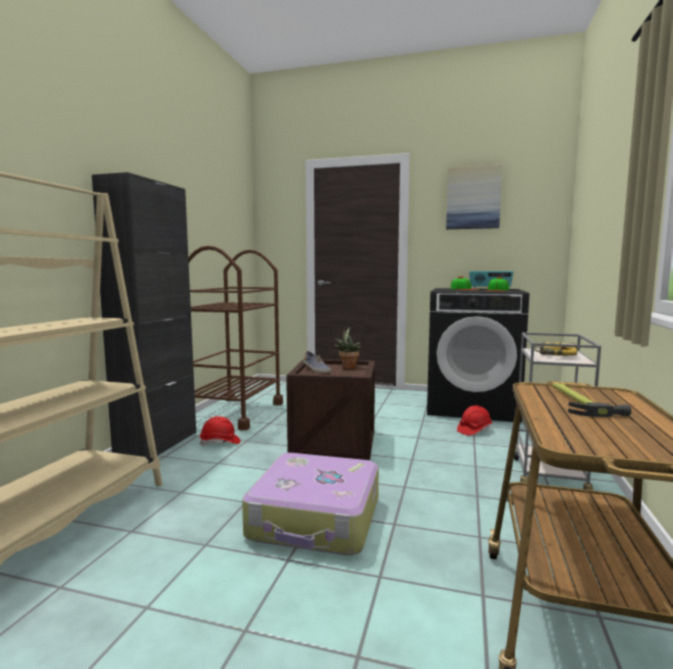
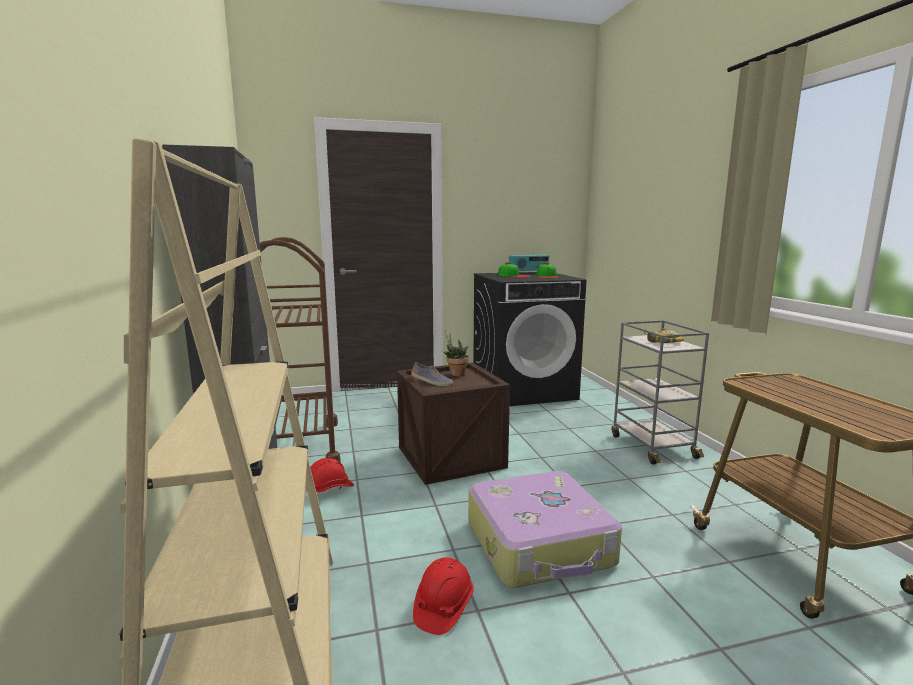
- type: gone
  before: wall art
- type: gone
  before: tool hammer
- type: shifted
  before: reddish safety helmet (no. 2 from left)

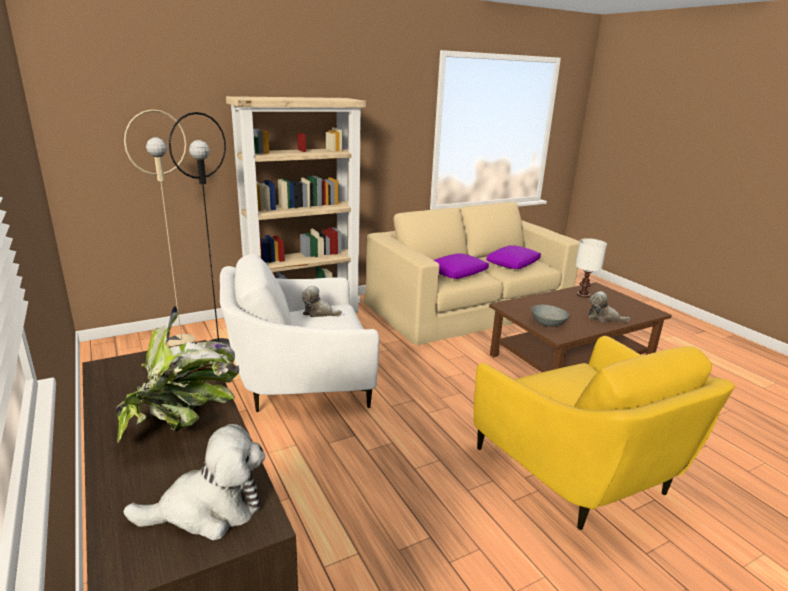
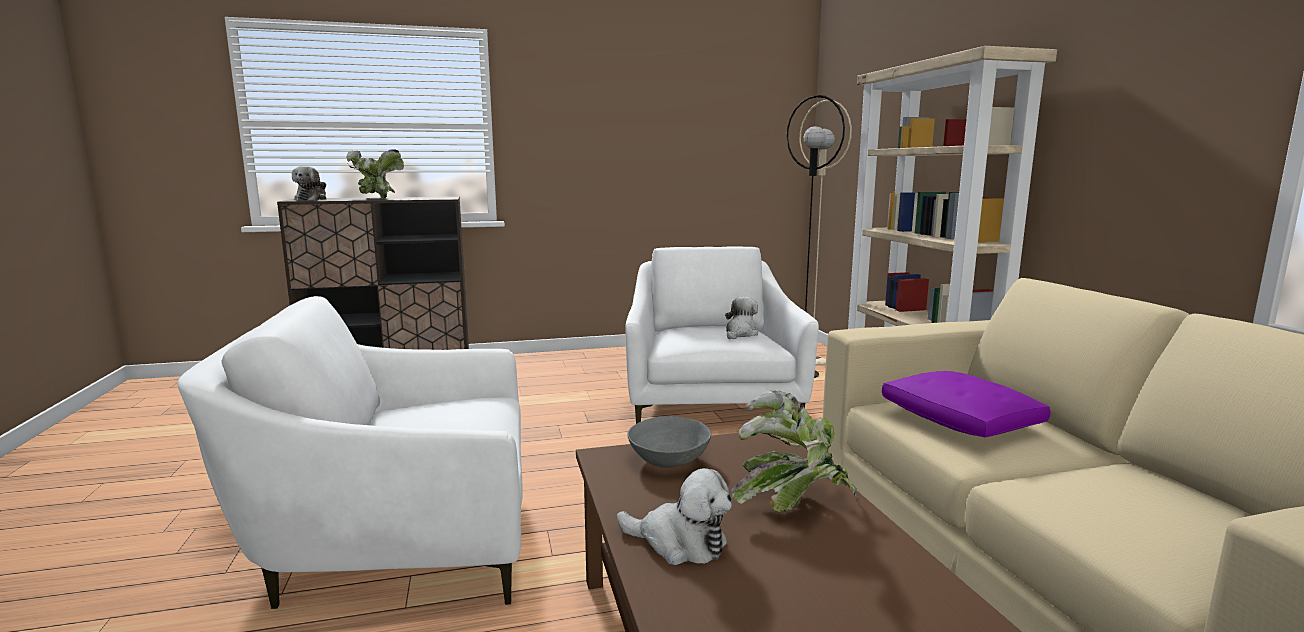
- type: gone
  before: white-coloured lamp for a table
- type: gone
  before: purple-coloured cushion (no. 2 from left)
- type: rotated
  before: soft toy (no. 3 from left in the first image)
  turn: 75
- type: repainted
  before: yellow armchair
  after: white-coloured armchair (no. 1 from left)
- type: new
  after: plant in a pot (no. 2 from left)

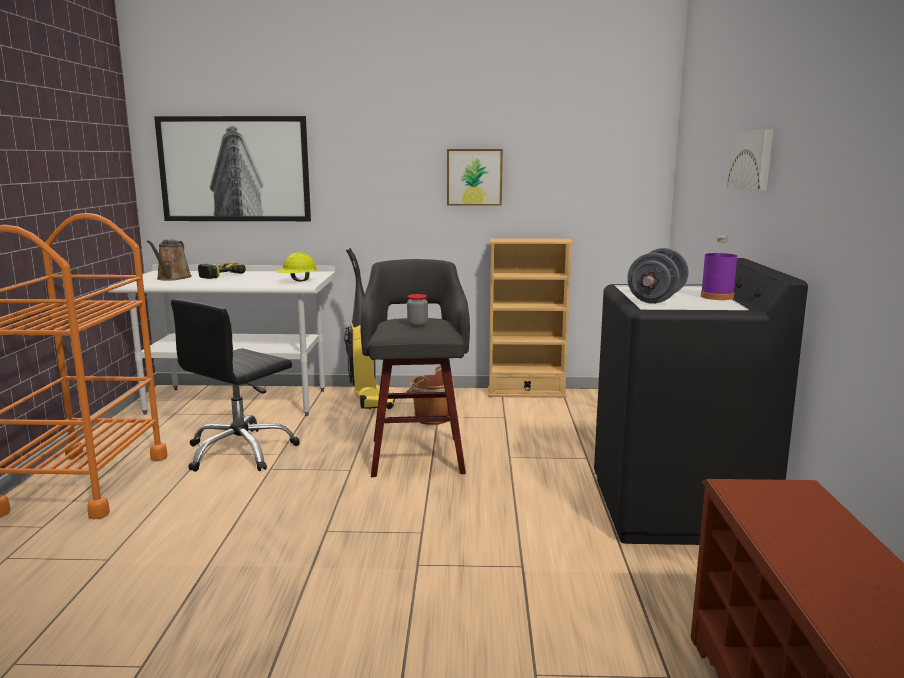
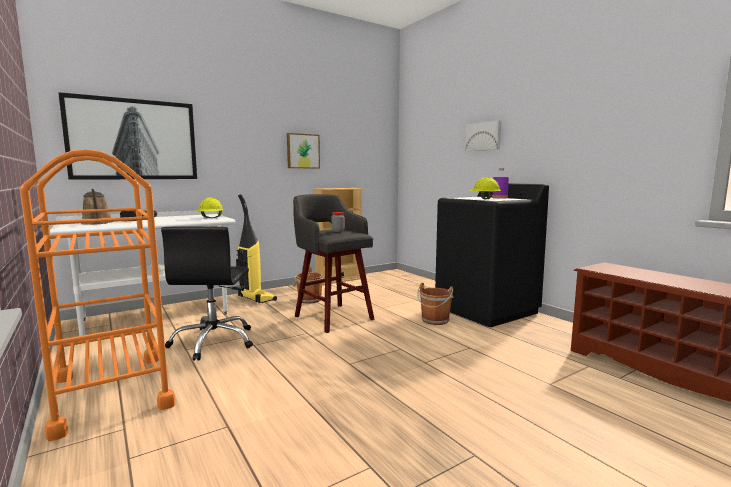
- type: swapped
  before: grey dumbbell
  after: yellow safety helmet (no. 2 from left)
- type: new
  after: brown pail (no. 2 from left)

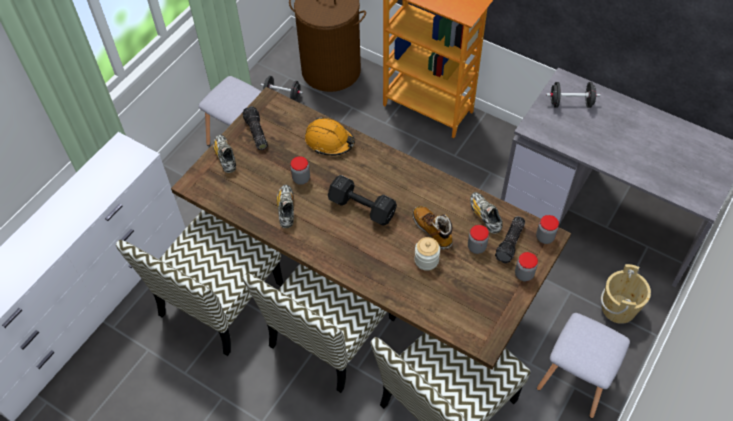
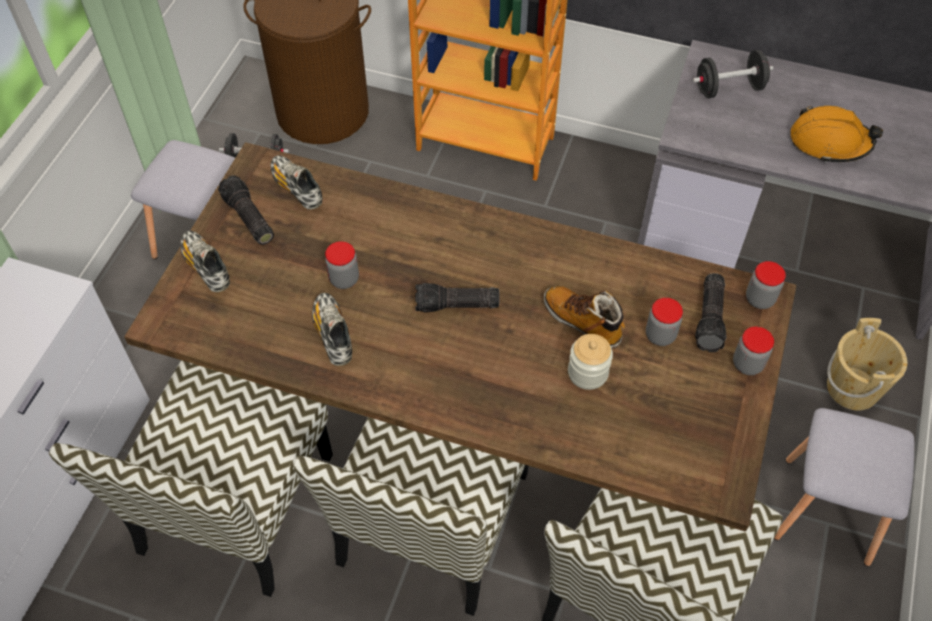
- type: shifted
  before: orangey safety helmet
- type: swapped
  before: black dumbbell (no. 2 from left)
  after: hand torch (no. 2 from left)
- type: shifted
  before: low shoe (no. 3 from left in the first image)
  after: low shoe (no. 2 from left)

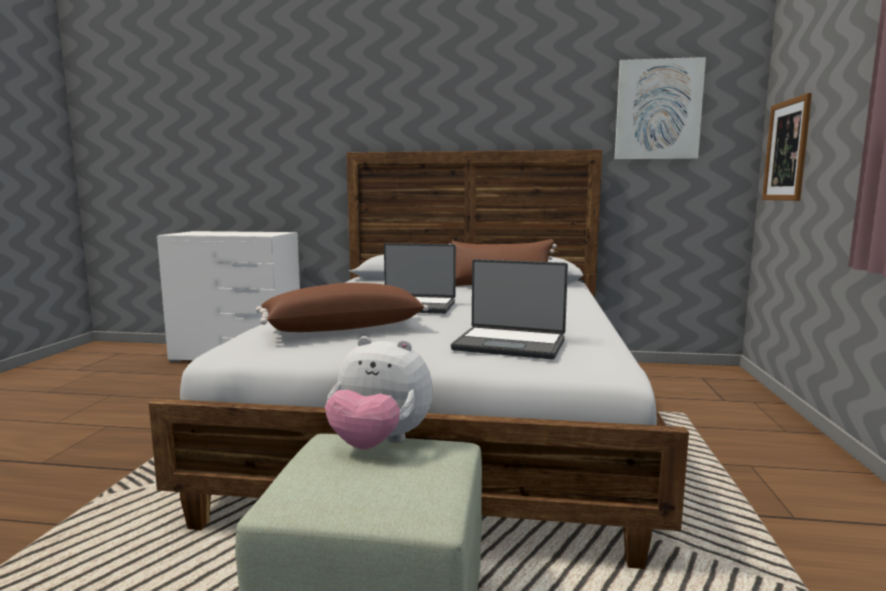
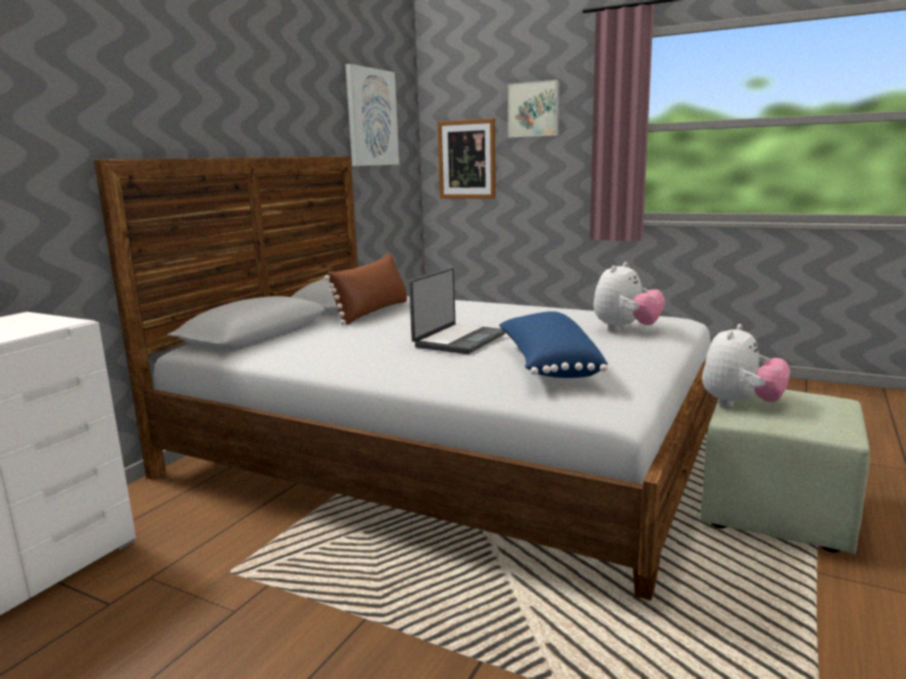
- type: swapped
  before: notebook computer (no. 2 from left)
  after: soft toy (no. 1 from left)
- type: repainted
  before: brown cushion (no. 1 from left)
  after: blue cushion
- type: new
  after: wall art (no. 3 from left)

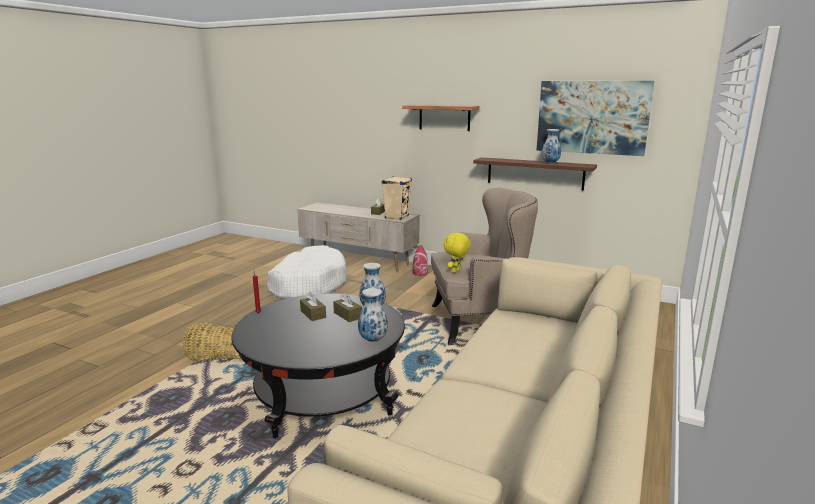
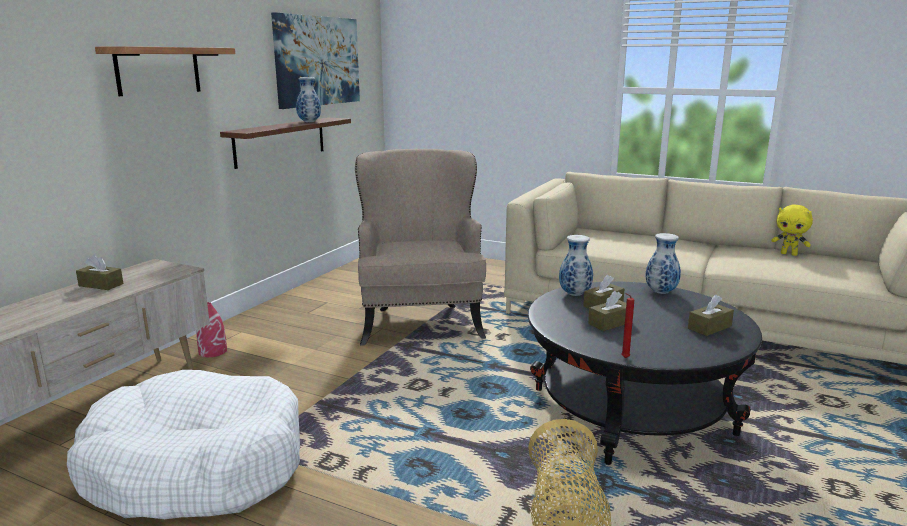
- type: gone
  before: beige-coloured audio speaker
- type: shifted
  before: yellow soft toy
- type: new
  after: brown tissue box (no. 4 from left)

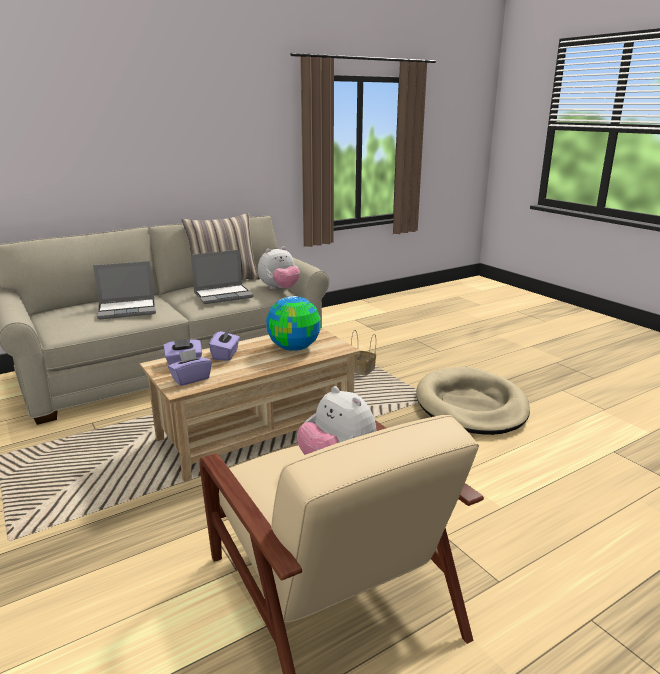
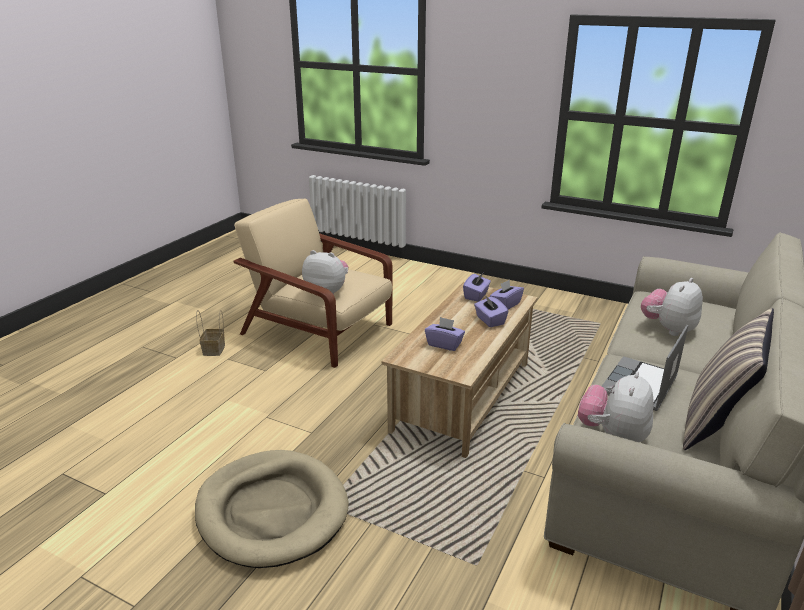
- type: swapped
  before: notebook computer (no. 1 from left)
  after: soft toy (no. 3 from left)
- type: swapped
  before: world globe
  after: purple-coloured tissue box (no. 1 from left)
- type: shifted
  before: household basket

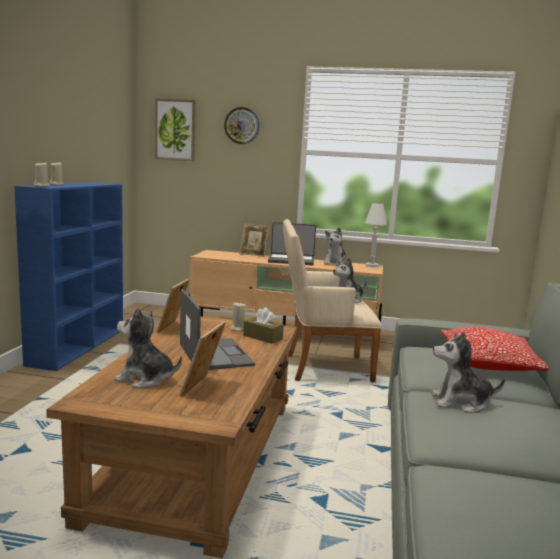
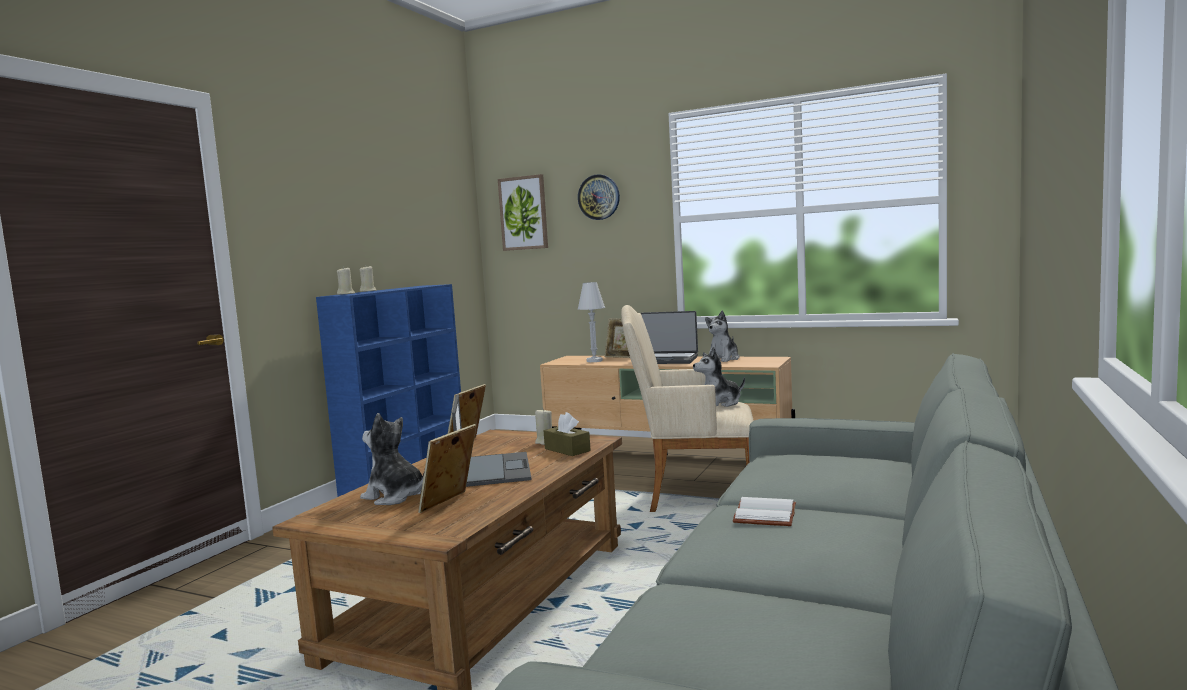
- type: shifted
  before: white-coloured lamp for a table
- type: gone
  before: cushion
- type: swapped
  before: soft toy (no. 4 from left)
  after: white-coloured volume

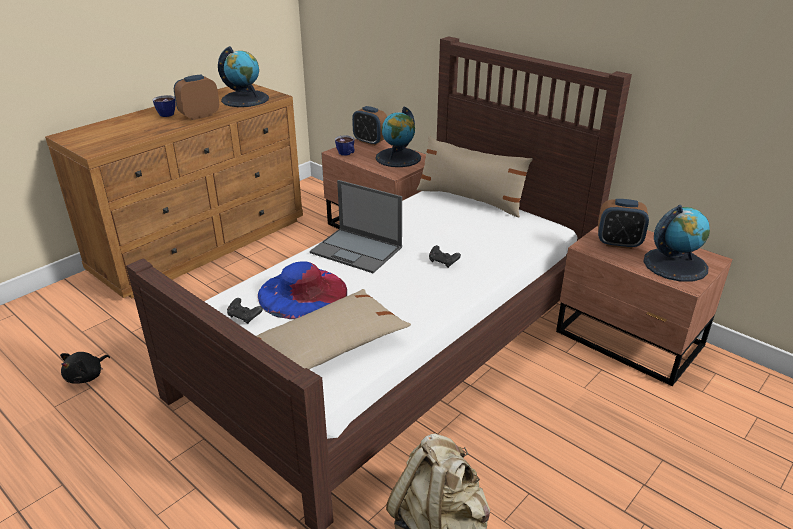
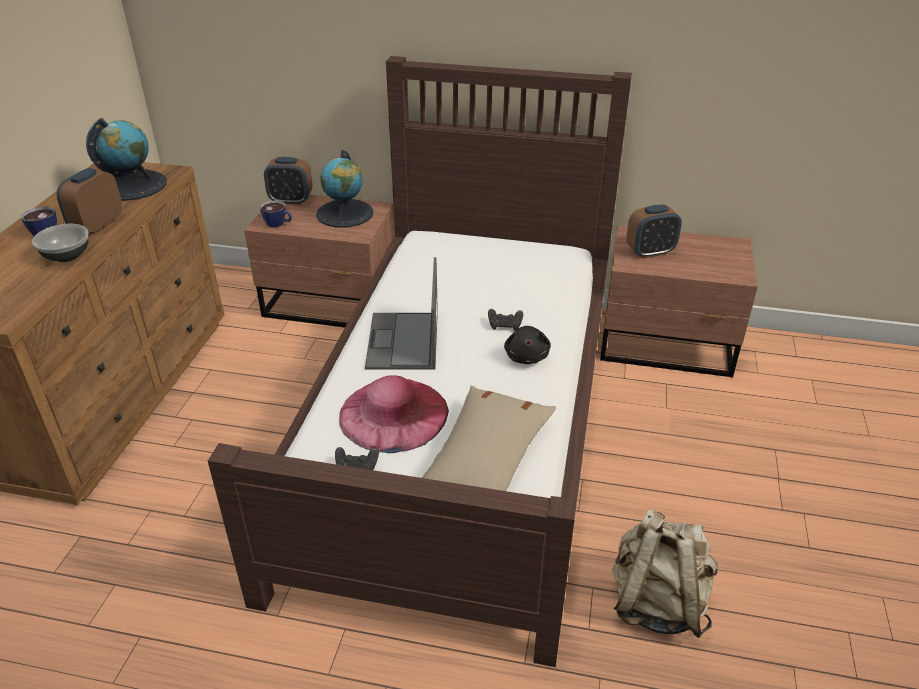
- type: gone
  before: beige-coloured cushion (no. 2 from left)
- type: rotated
  before: notebook computer
  turn: 90
- type: gone
  before: world globe (no. 3 from left)
- type: repainted
  before: blue wearable hat
  after: pink-coloured wearable hat
- type: shifted
  before: black soft toy
- type: new
  after: serving bowl

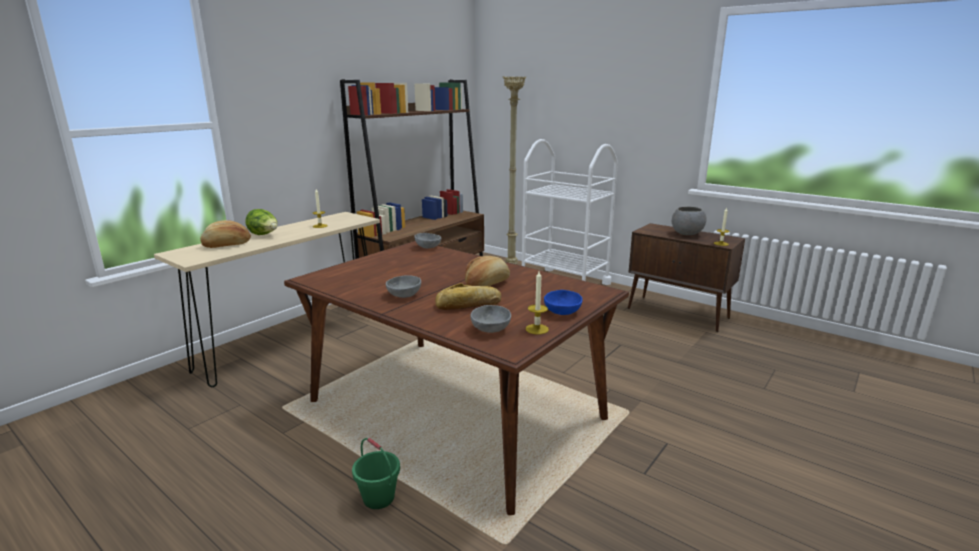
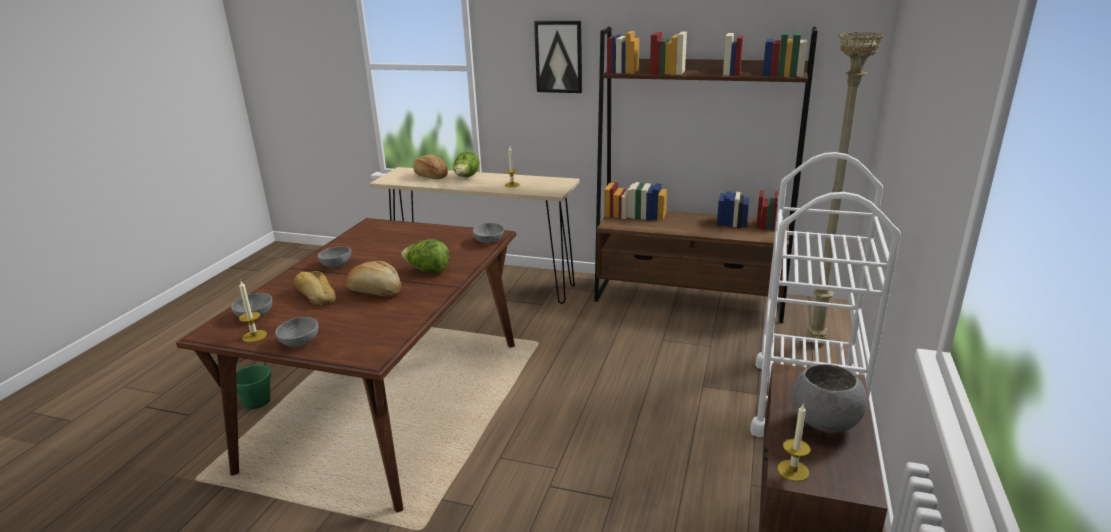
- type: repainted
  before: blue serving bowl
  after: grey serving bowl (no. 2 from left)
- type: new
  after: wall art
- type: new
  after: head of lettuce (no. 1 from left)

